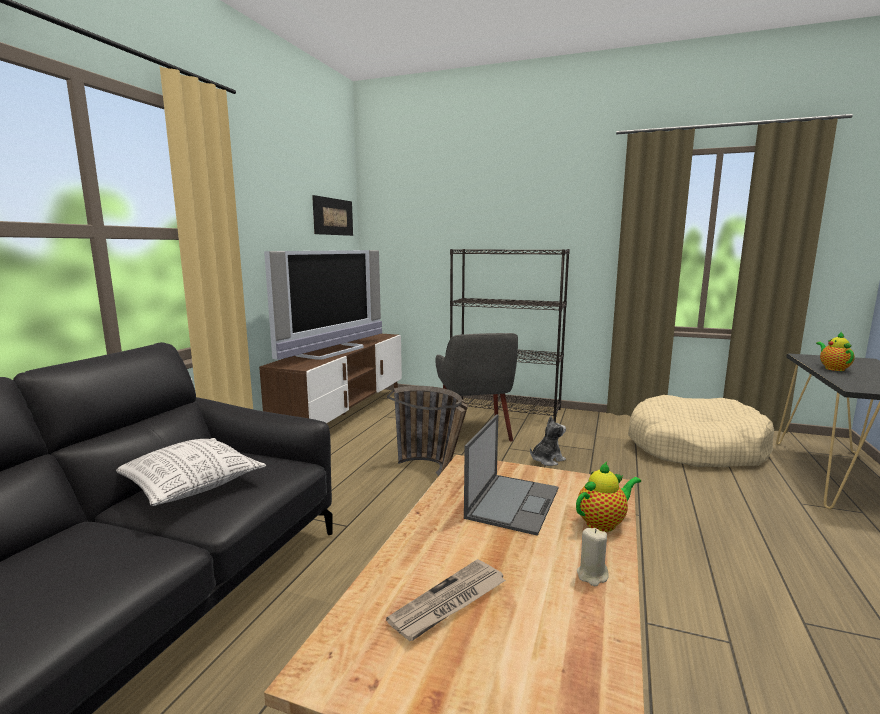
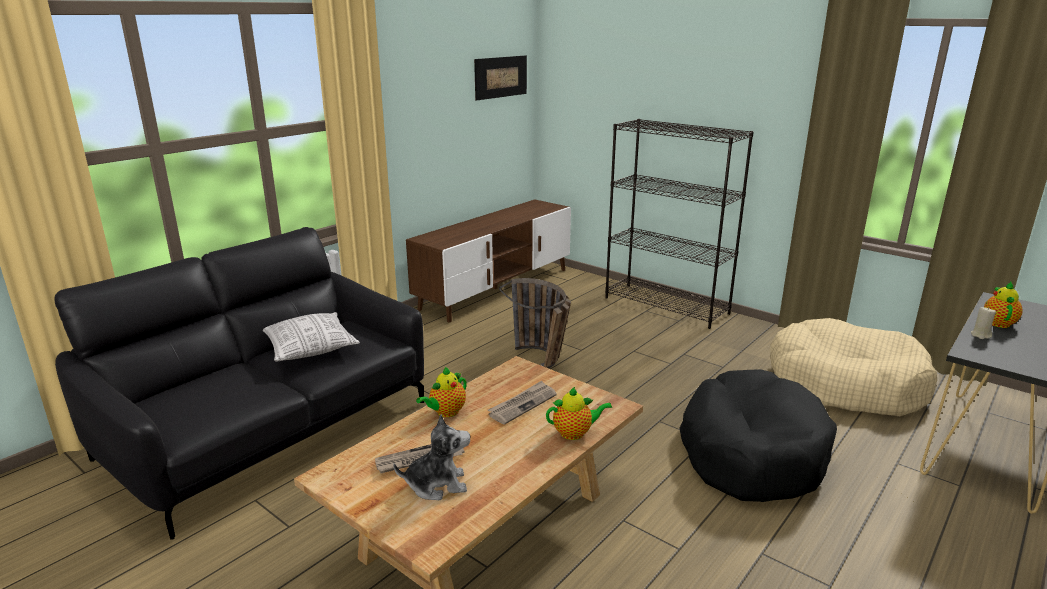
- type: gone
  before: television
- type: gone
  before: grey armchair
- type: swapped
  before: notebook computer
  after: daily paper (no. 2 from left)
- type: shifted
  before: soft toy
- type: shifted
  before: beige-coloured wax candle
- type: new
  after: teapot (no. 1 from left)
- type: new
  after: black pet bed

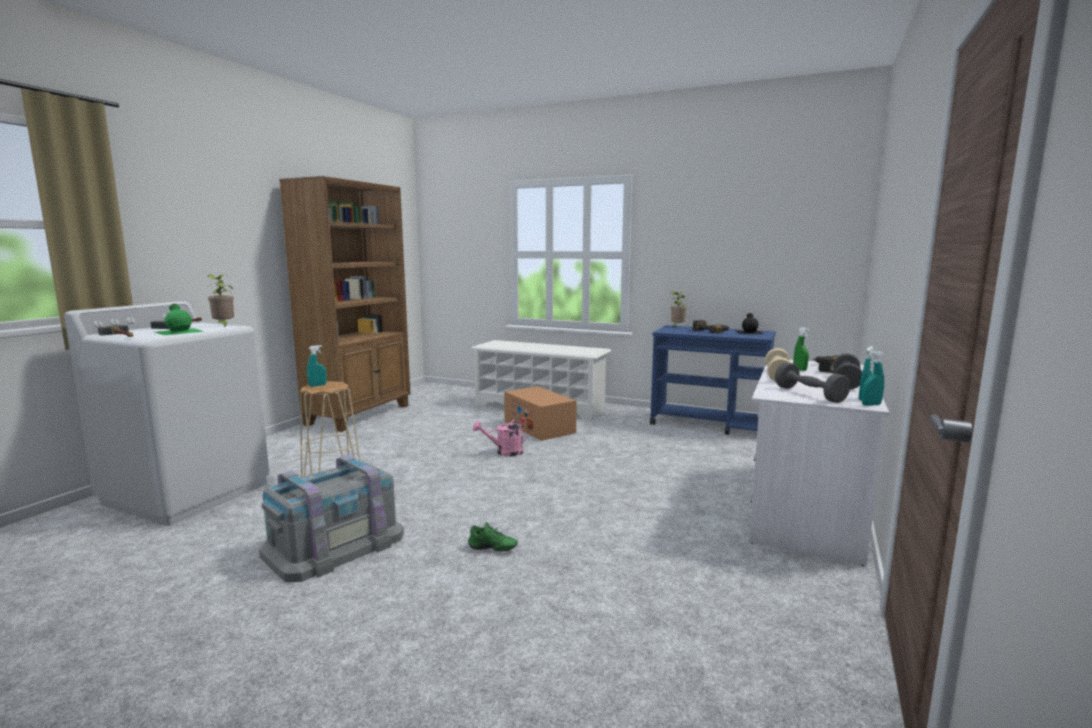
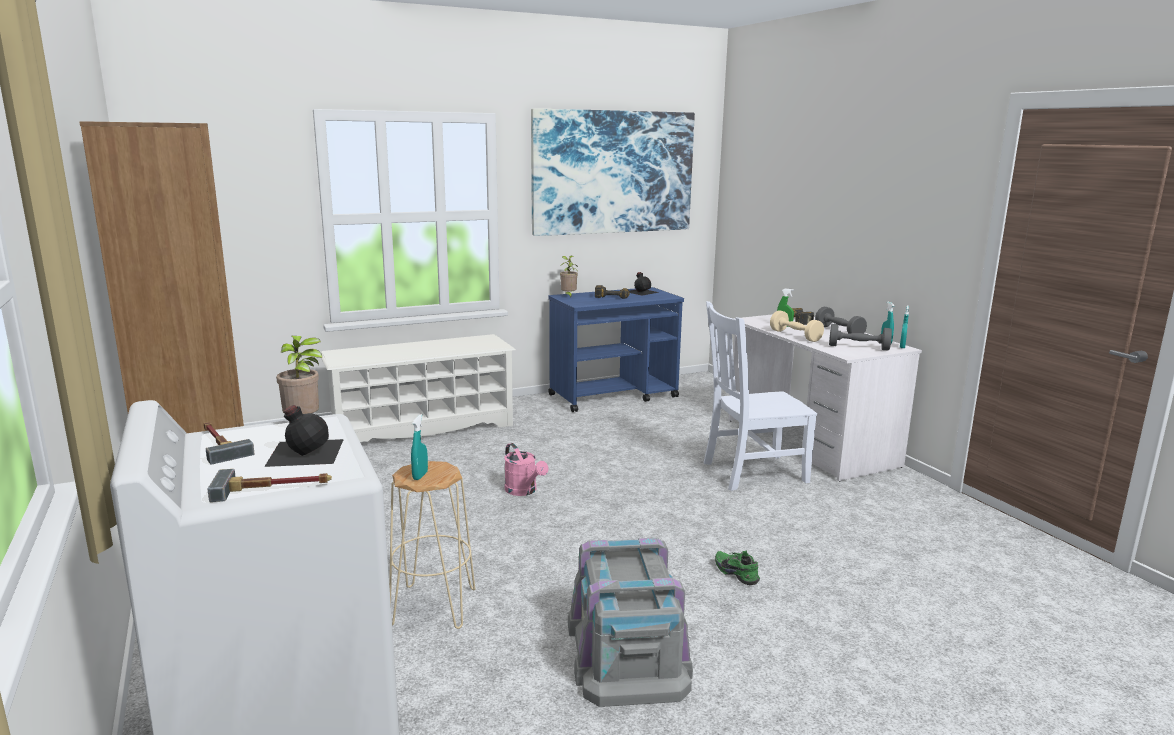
- type: repainted
  before: green-coloured bottle
  after: black bottle (no. 1 from left)
- type: gone
  before: packing box
- type: rotated
  before: pink-coloured watering pot
  turn: -60
- type: rotated
  before: green-coloured low shoe
  turn: -90
- type: new
  after: wall art
- type: new
  after: white-coloured plain chair

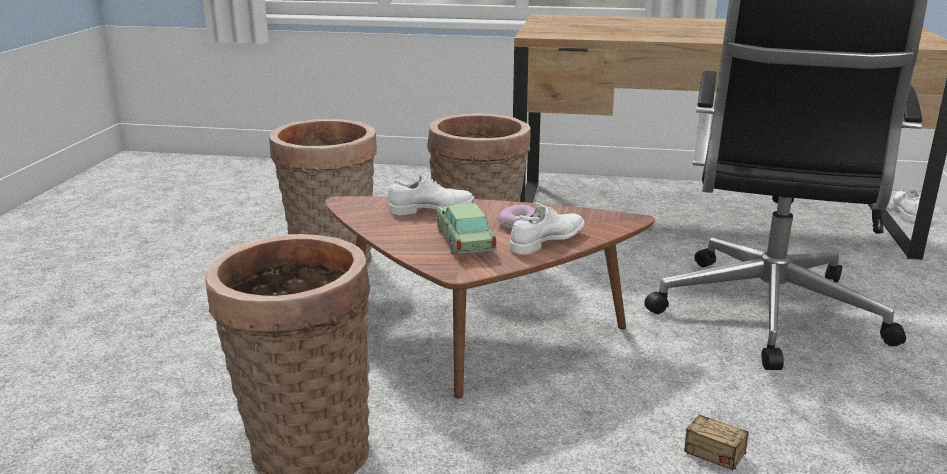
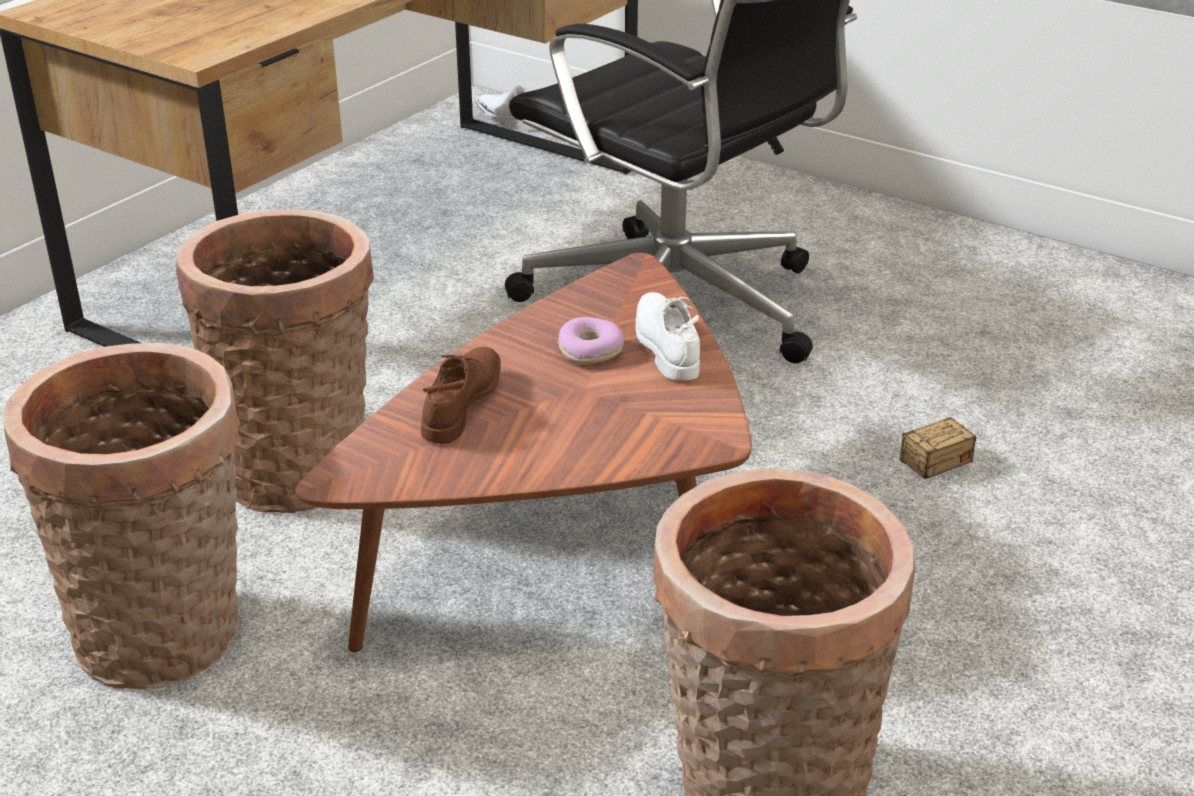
- type: repainted
  before: white-coloured low shoe (no. 1 from left)
  after: brown low shoe
- type: gone
  before: miniature car

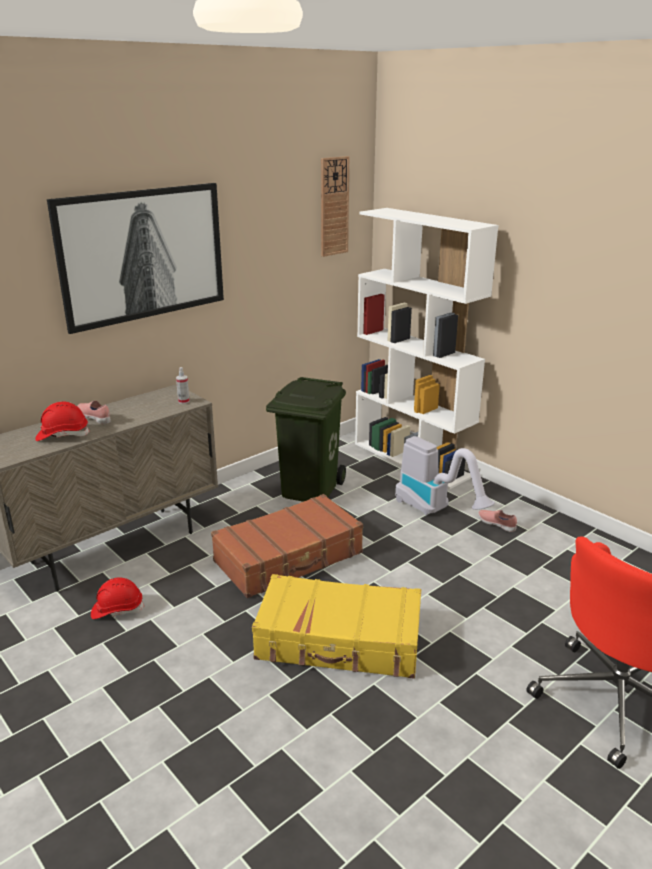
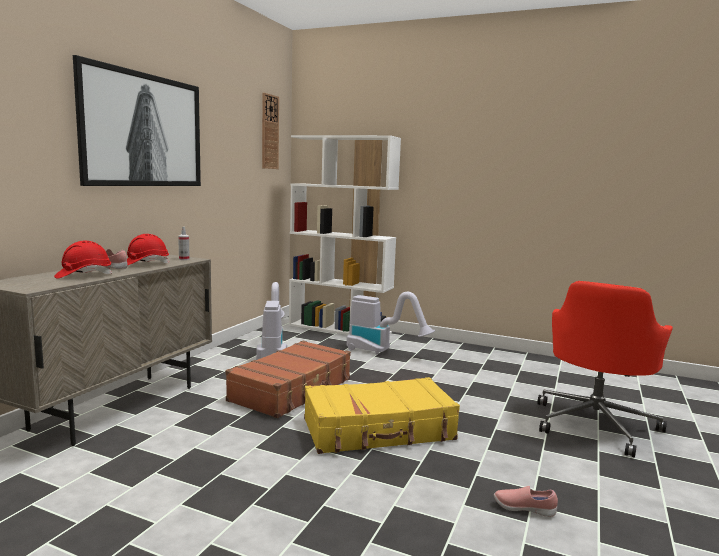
- type: swapped
  before: green-coloured waste bin
  after: vacuum (no. 1 from left)
- type: shifted
  before: pink-coloured low shoe (no. 2 from left)
- type: shifted
  before: reddish safety helmet (no. 2 from left)

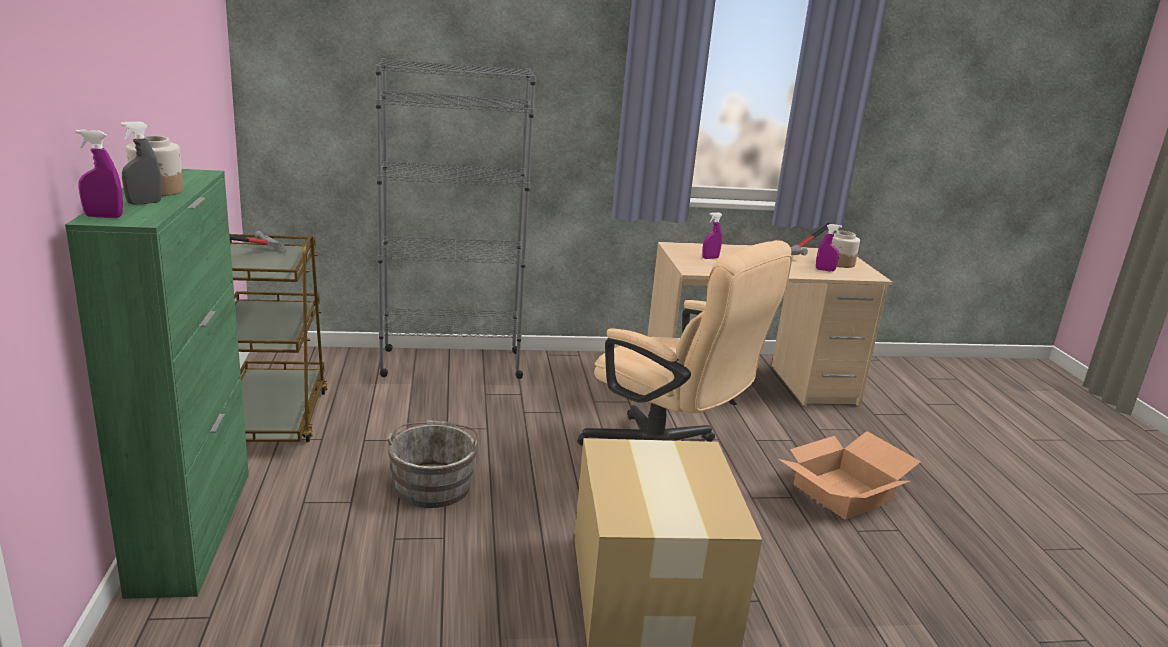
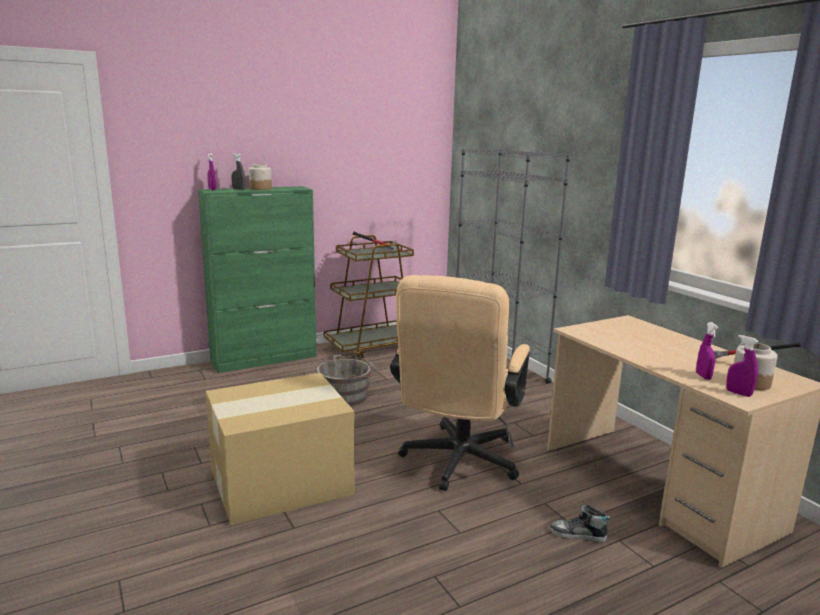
- type: shifted
  before: purple-coloured hand sprayer (no. 2 from left in the first image)
  after: purple-coloured hand sprayer (no. 3 from left)
- type: gone
  before: packing box (no. 2 from left)
- type: new
  after: low shoe

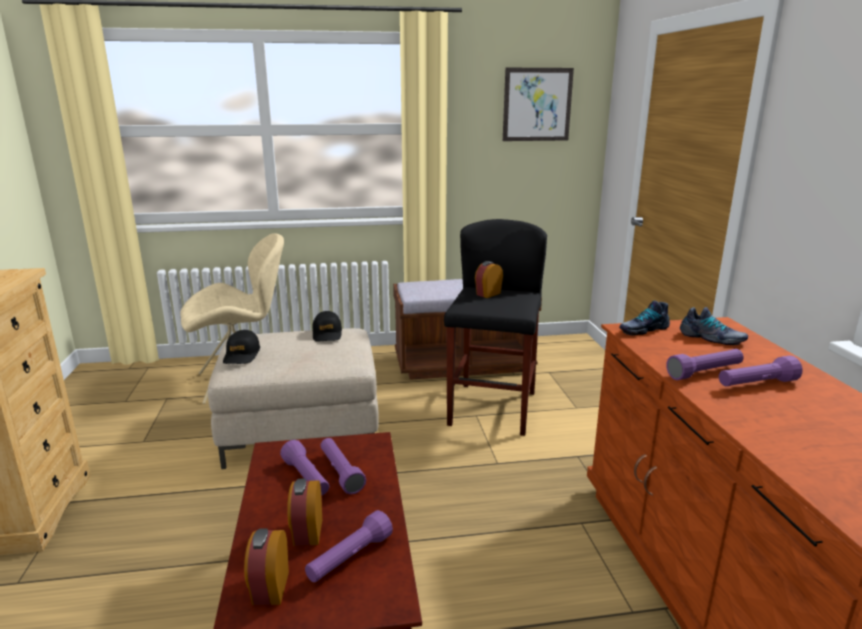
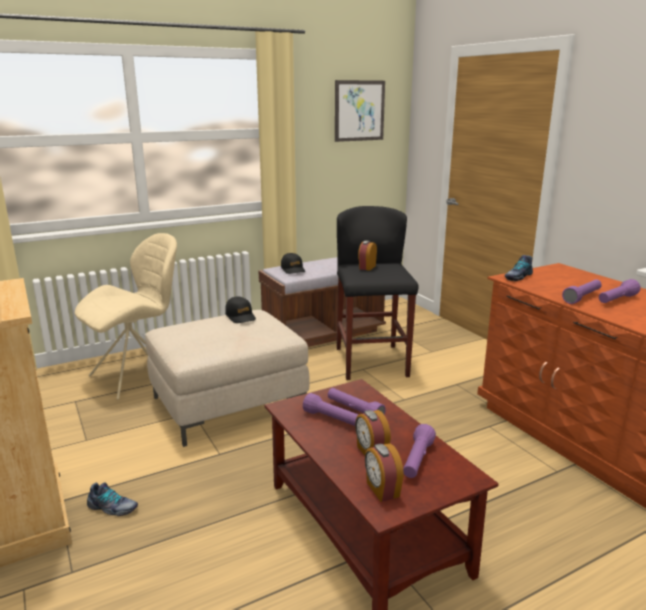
- type: shifted
  before: low shoe (no. 2 from left in the first image)
  after: low shoe (no. 1 from left)
- type: shifted
  before: black cap (no. 1 from left in the first image)
  after: black cap (no. 2 from left)

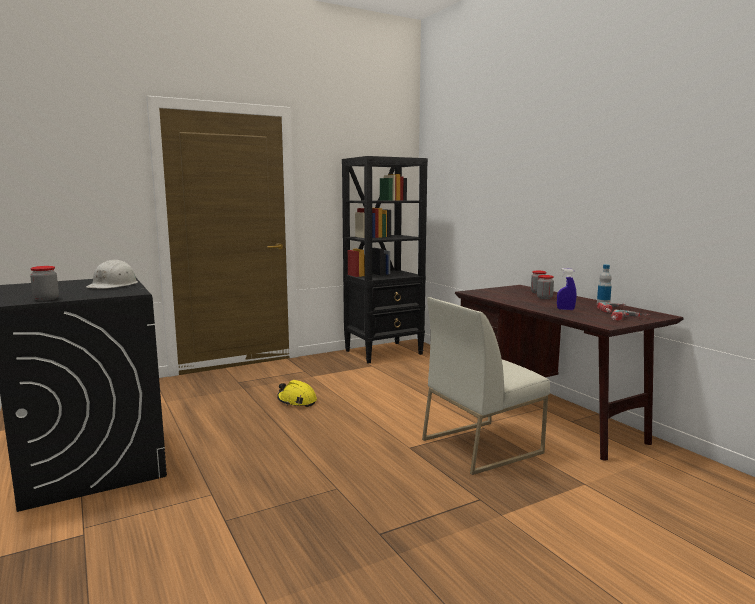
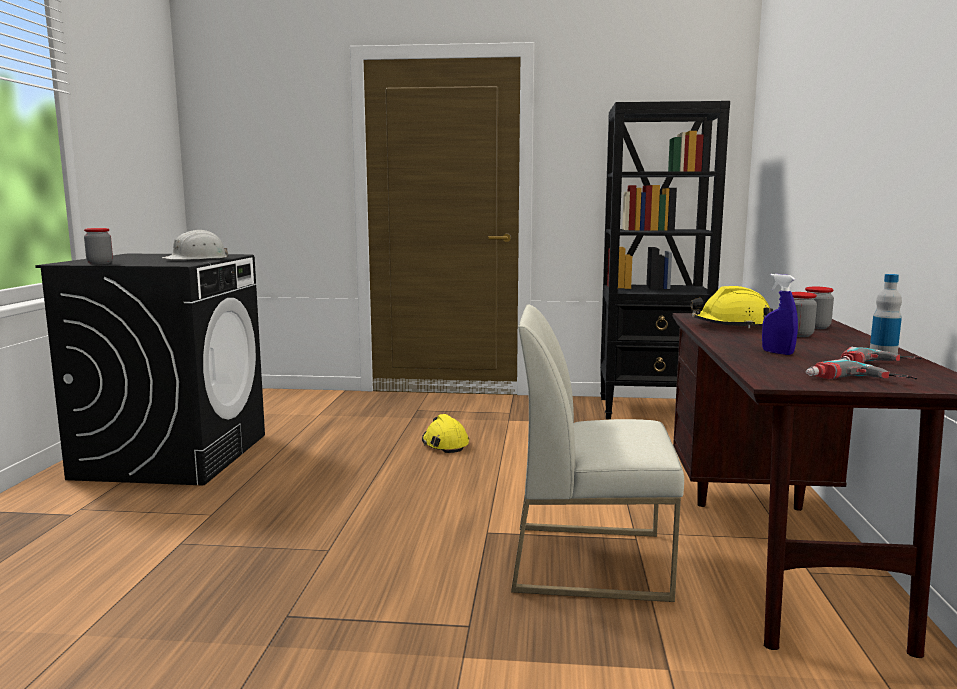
- type: new
  after: yellow safety helmet (no. 2 from left)

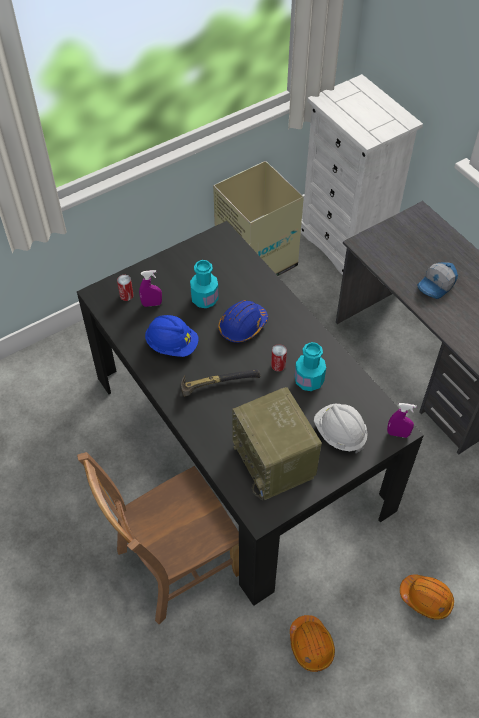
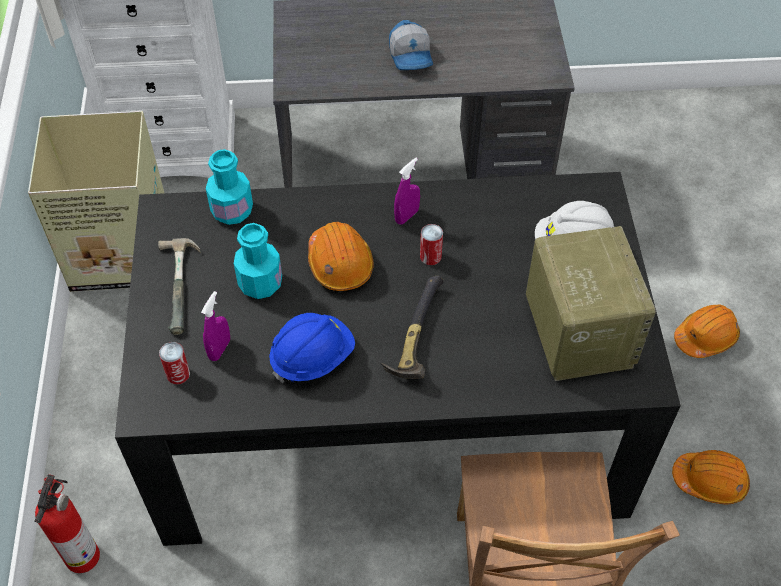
- type: repainted
  before: blue safety helmet (no. 2 from left)
  after: orangey safety helmet (no. 1 from left)
- type: shifted
  before: turquoise-coloured bottle (no. 2 from left in the first image)
  after: turquoise-coloured bottle (no. 1 from left)
- type: rotated
  before: radio receiver
  turn: -105
- type: shifted
  before: purple-coloured hand sprayer (no. 2 from left)
- type: new
  after: tool hammer (no. 1 from left)
- type: new
  after: extinguisher

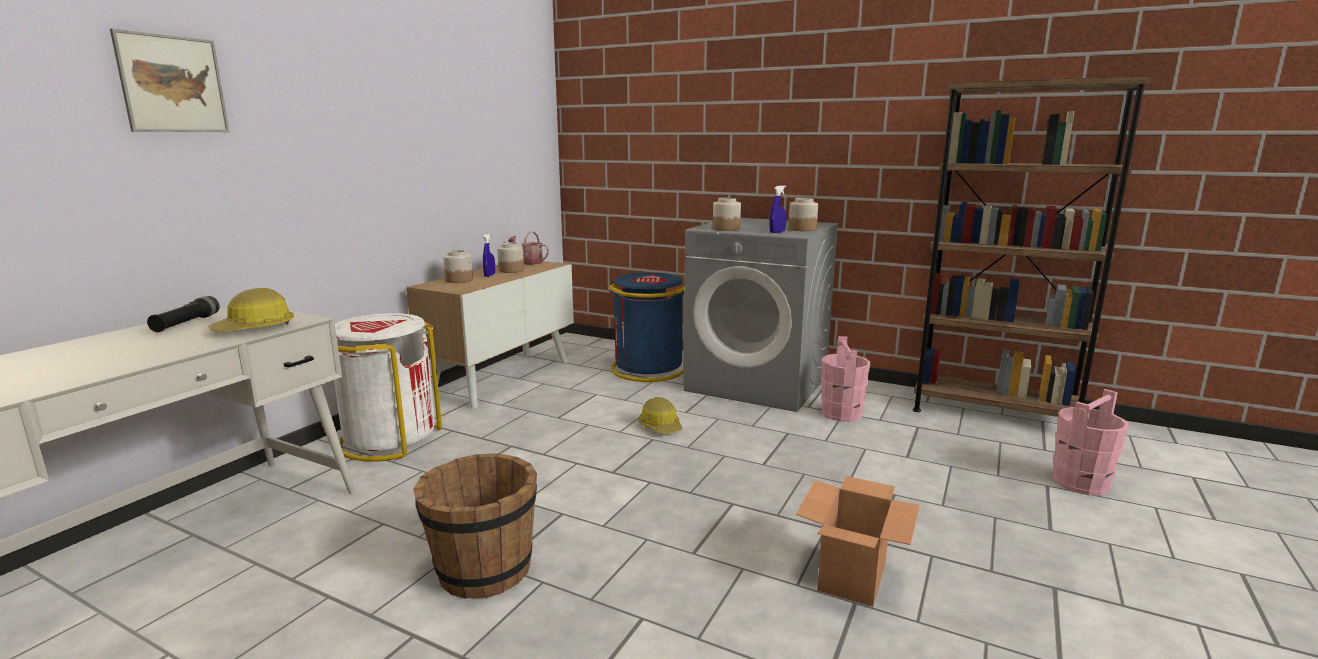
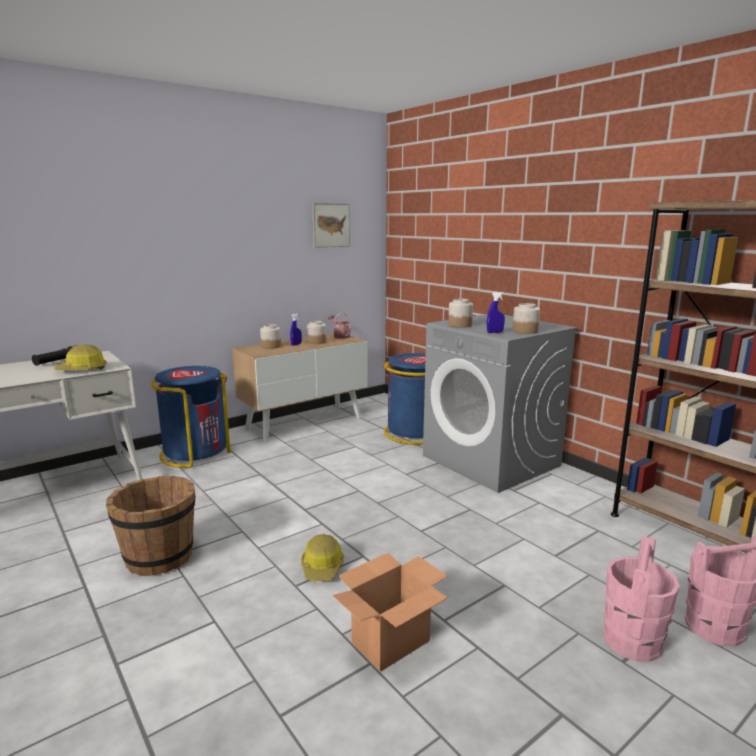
- type: shifted
  before: wall art
- type: repainted
  before: white-coloured waste bin
  after: blue waste bin (no. 1 from left)
- type: shifted
  before: pink-coloured pail (no. 1 from left)
- type: shifted
  before: safety helmet (no. 2 from left)

